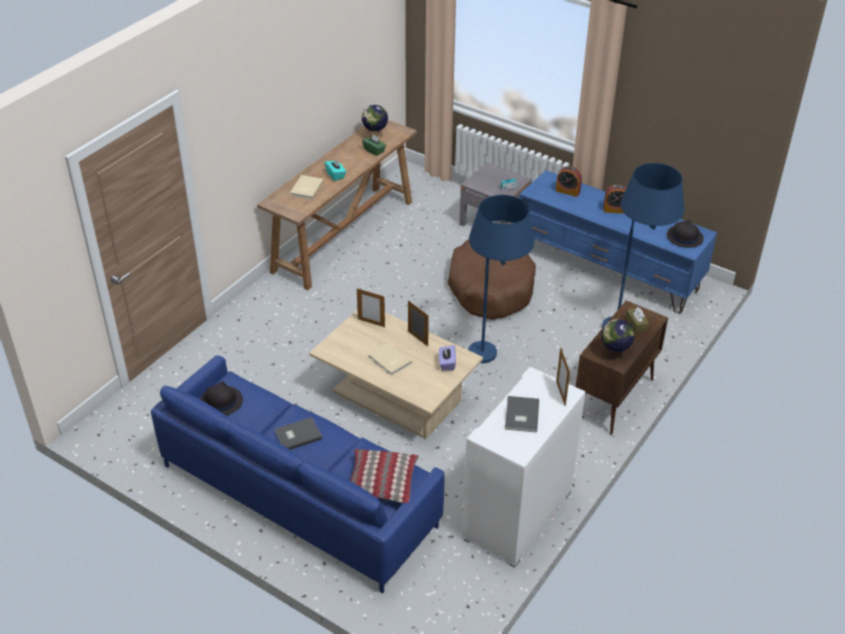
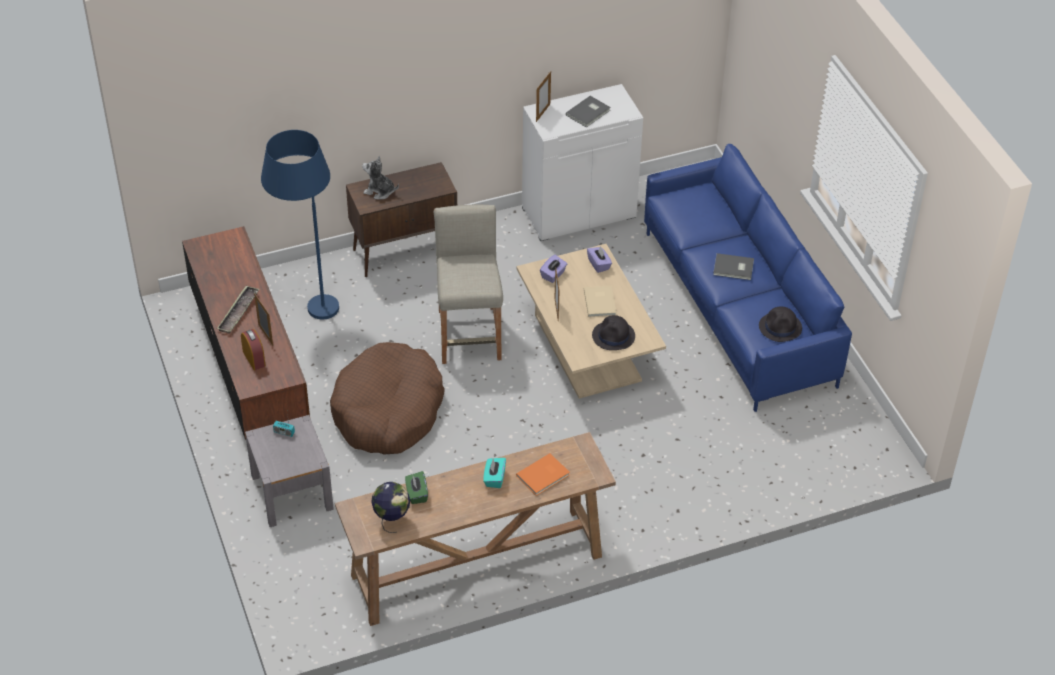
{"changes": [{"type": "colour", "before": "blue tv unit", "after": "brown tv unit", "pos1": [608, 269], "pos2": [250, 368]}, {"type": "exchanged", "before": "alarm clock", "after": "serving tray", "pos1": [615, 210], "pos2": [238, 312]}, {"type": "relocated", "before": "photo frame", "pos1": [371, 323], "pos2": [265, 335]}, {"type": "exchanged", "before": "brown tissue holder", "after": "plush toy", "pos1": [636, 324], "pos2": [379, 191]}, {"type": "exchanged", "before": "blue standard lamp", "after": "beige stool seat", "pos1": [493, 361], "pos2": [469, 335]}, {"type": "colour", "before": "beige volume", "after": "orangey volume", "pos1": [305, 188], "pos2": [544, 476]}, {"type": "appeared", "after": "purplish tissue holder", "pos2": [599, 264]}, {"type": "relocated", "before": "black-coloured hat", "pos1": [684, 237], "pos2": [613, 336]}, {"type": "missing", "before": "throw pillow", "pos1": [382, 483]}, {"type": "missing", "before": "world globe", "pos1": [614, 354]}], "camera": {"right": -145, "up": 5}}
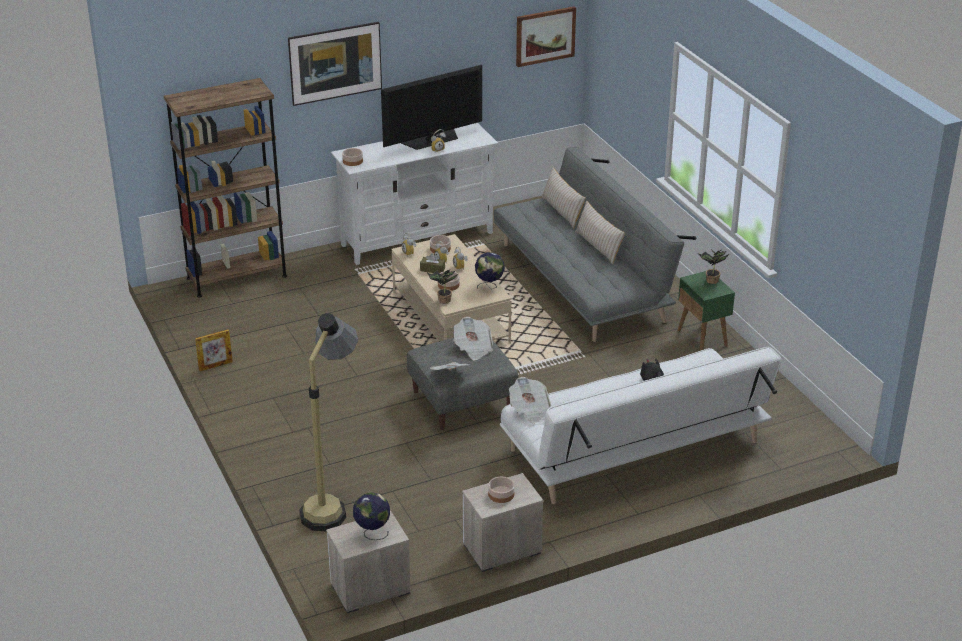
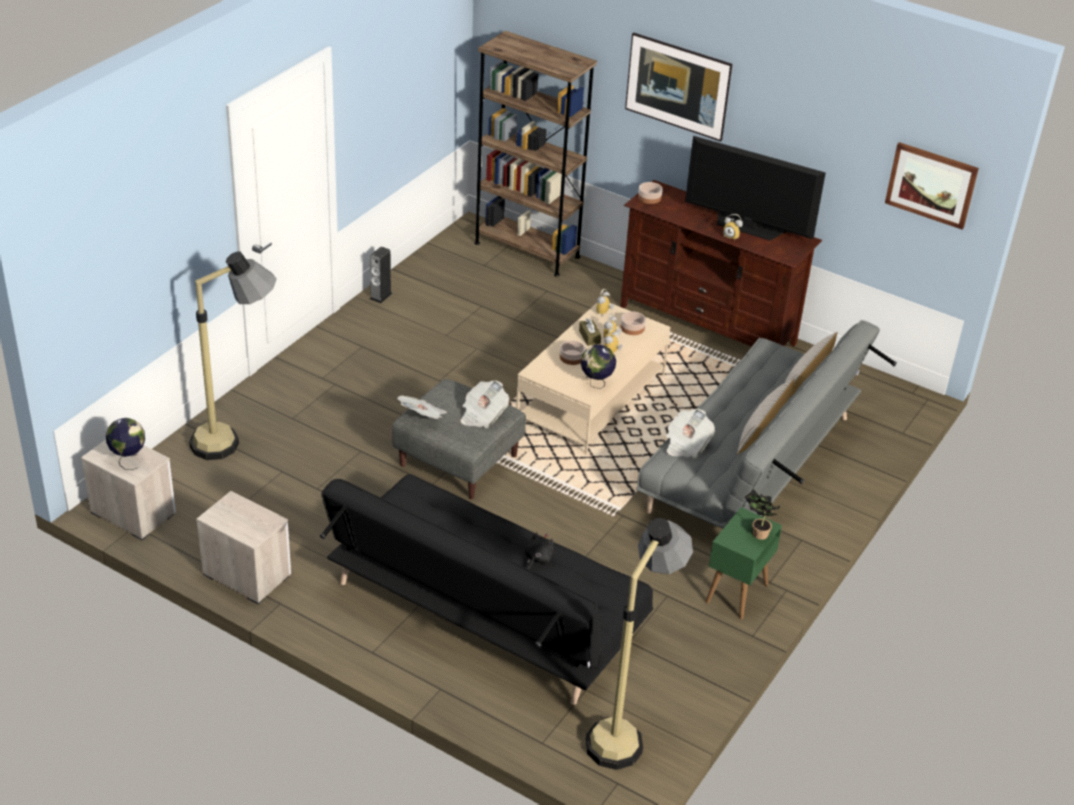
{"changes": [{"type": "colour", "before": "whitish couch", "after": "black-coloured couch", "pos1": [635, 447], "pos2": [485, 610]}, {"type": "exchanged", "before": "photo frame", "after": "audio speaker", "pos1": [215, 366], "pos2": [380, 296]}, {"type": "appeared", "after": "standard lamp", "pos2": [627, 728]}, {"type": "colour", "before": "whitish tv unit", "after": "brown tv unit", "pos1": [417, 238], "pos2": [708, 325]}, {"type": "relocated", "before": "daily paper", "pos1": [530, 410], "pos2": [686, 444]}, {"type": "missing", "before": "plant in a pot", "pos1": [443, 301]}, {"type": "missing", "before": "serving bowl", "pos1": [501, 494]}], "camera": {"right": 55, "up": 5}}
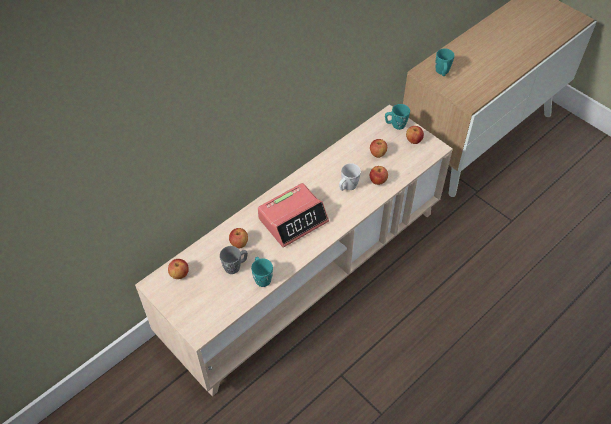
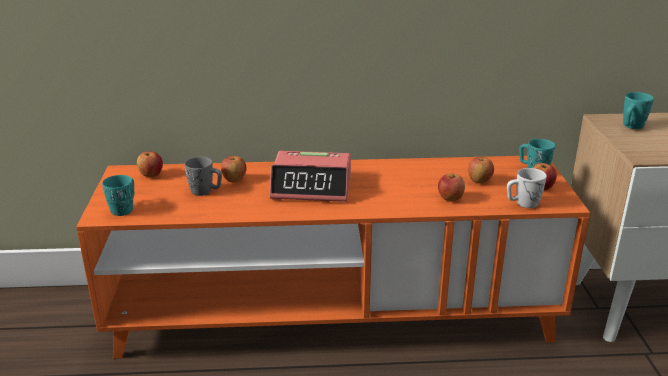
{"changes": [{"type": "colour", "before": "beige tv unit", "after": "orangey tv unit", "pos1": [305, 274], "pos2": [334, 316]}, {"type": "relocated", "before": "turquoise-coloured mug", "pos1": [262, 277], "pos2": [124, 208]}, {"type": "relocated", "before": "whitish mug", "pos1": [347, 187], "pos2": [522, 203]}], "camera": {"right": 40, "up": -25}}
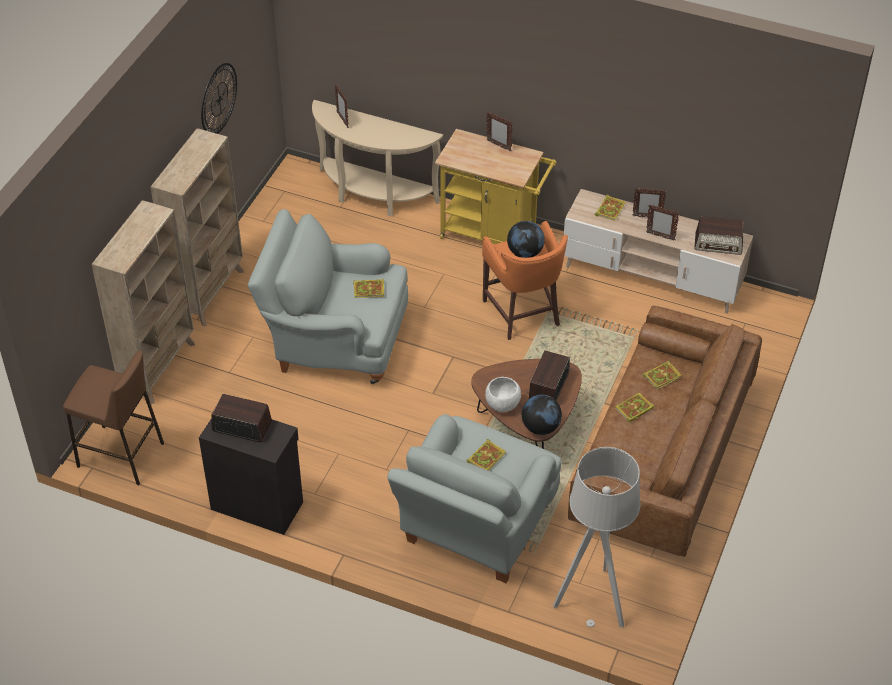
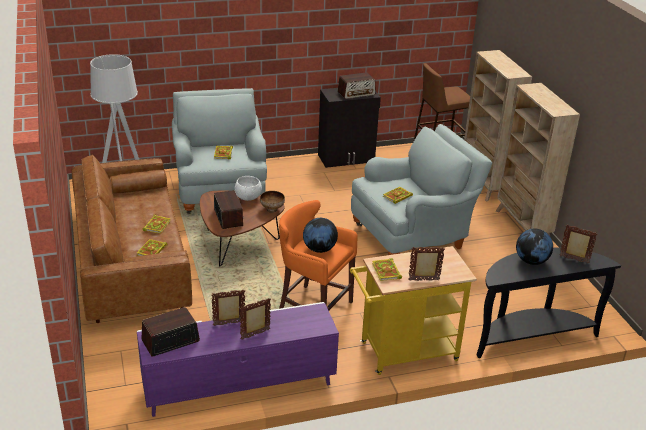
{"changes": [{"type": "colour", "before": "beige tv unit", "after": "purplish tv unit", "pos1": [652, 276], "pos2": [239, 385]}, {"type": "appeared", "after": "serving bowl", "pos2": [272, 209]}, {"type": "relocated", "before": "volume", "pos1": [610, 209], "pos2": [387, 272]}, {"type": "colour", "before": "beige narrow table", "after": "black-coloured narrow table", "pos1": [372, 195], "pos2": [530, 336]}, {"type": "relocated", "before": "world globe", "pos1": [540, 427], "pos2": [531, 261]}, {"type": "missing", "before": "clock on the wall", "pos1": [219, 99]}], "camera": {"right": 140, "up": -15}}
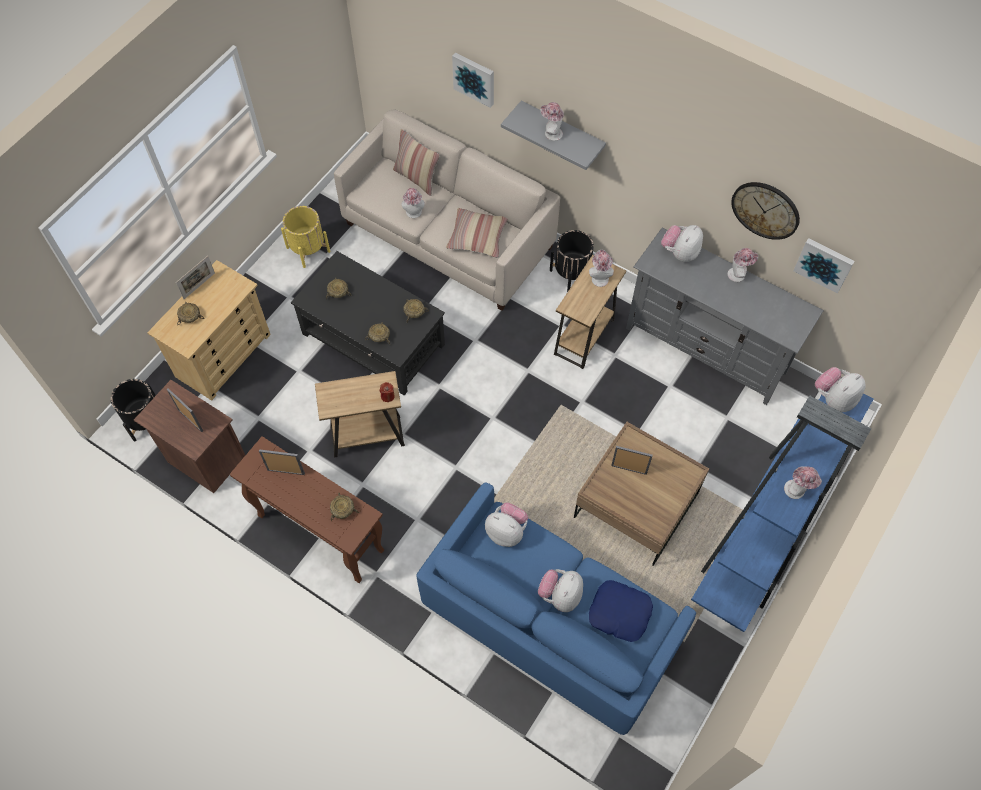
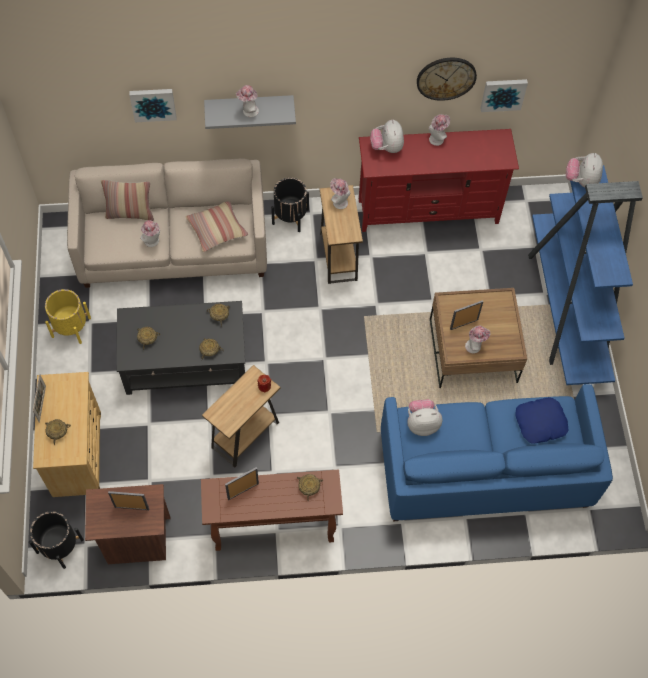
{"changes": [{"type": "colour", "before": "gray tv unit", "after": "reddish tv unit", "pos1": [706, 349], "pos2": [428, 210]}, {"type": "relocated", "before": "hat", "pos1": [797, 490], "pos2": [475, 346]}, {"type": "missing", "before": "plush toy", "pos1": [560, 595]}], "camera": {"right": -40, "up": 0}}
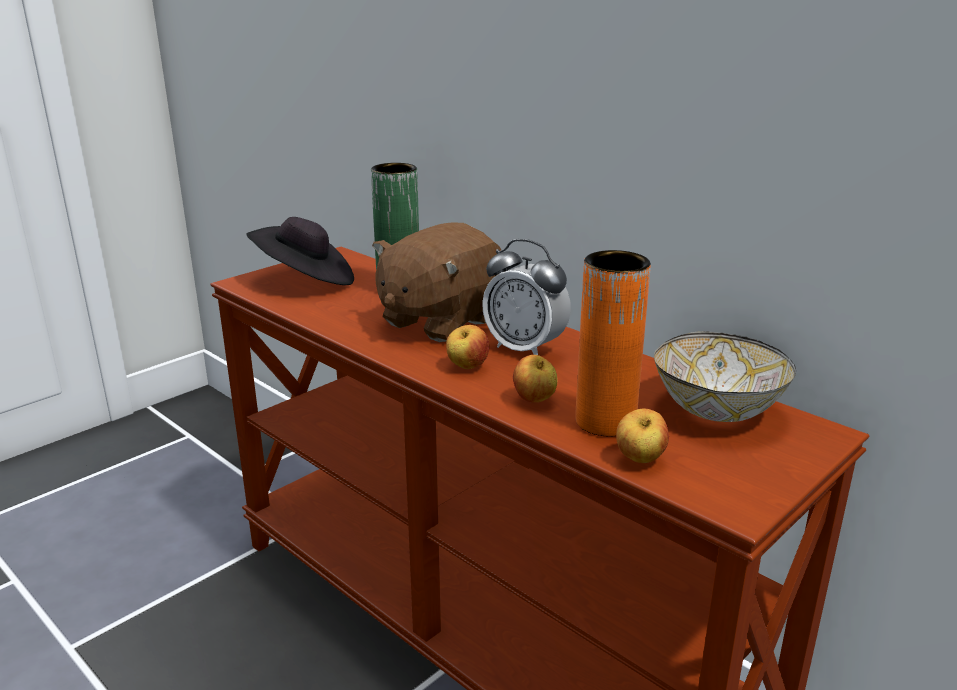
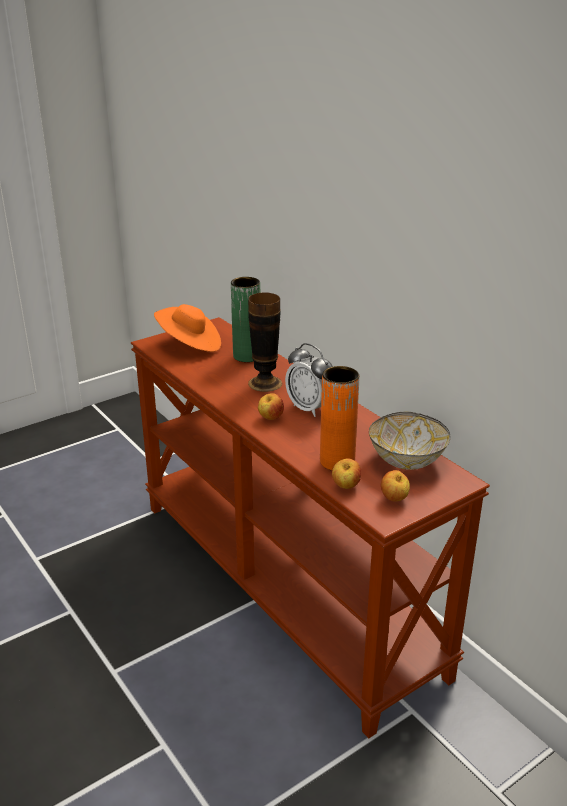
{"changes": [{"type": "colour", "before": "black-coloured hat", "after": "orangey hat", "pos1": [305, 280], "pos2": [189, 344]}, {"type": "exchanged", "before": "brown plush toy", "after": "flower vase", "pos1": [439, 320], "pos2": [265, 383]}, {"type": "relocated", "before": "apple", "pos1": [535, 400], "pos2": [394, 499]}], "camera": {"right": 10, "up": 5}}
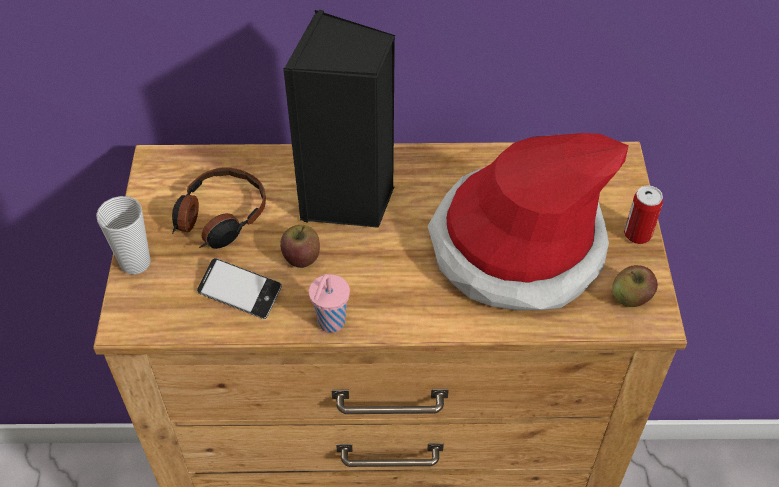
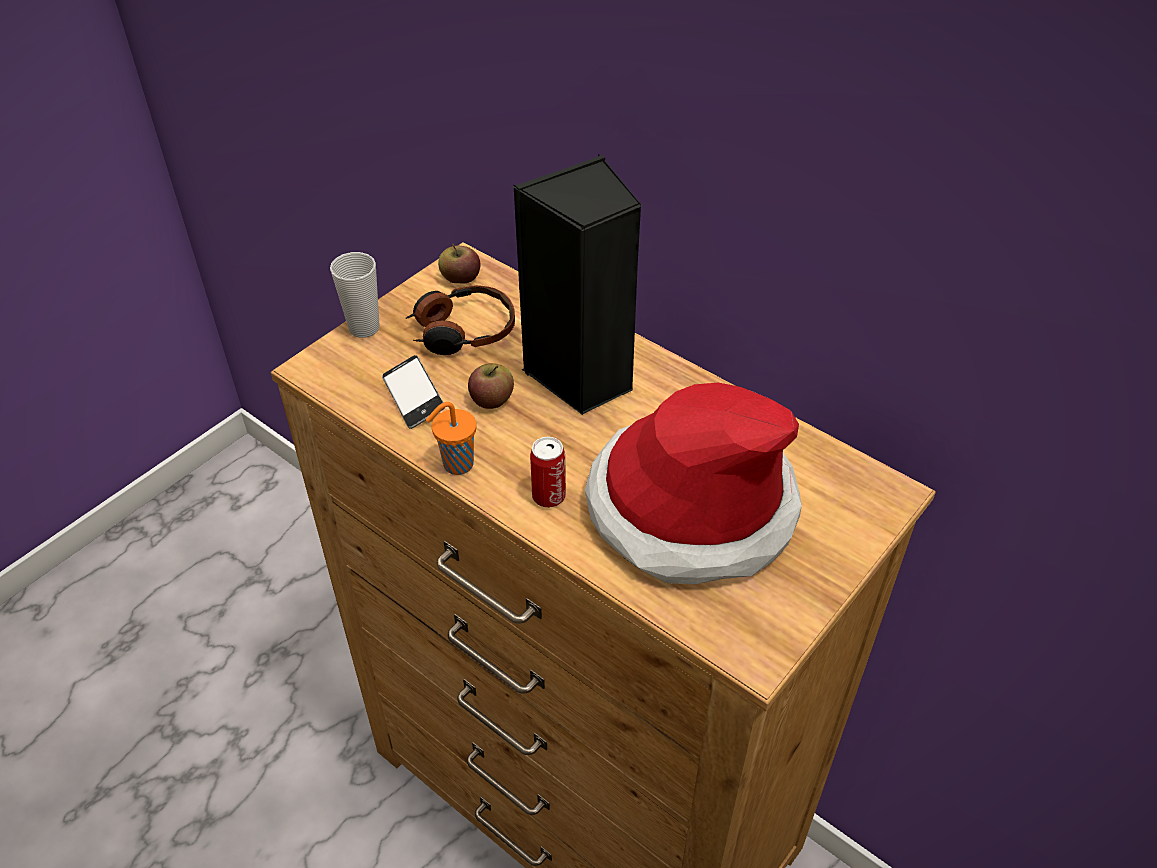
{"changes": [{"type": "colour", "before": "pinkish cup", "after": "orangey cup", "pos1": [330, 323], "pos2": [456, 465]}, {"type": "relocated", "before": "apple", "pos1": [631, 297], "pos2": [460, 278]}, {"type": "relocated", "before": "sealed can", "pos1": [637, 234], "pos2": [548, 496]}], "camera": {"right": 40, "up": -5}}
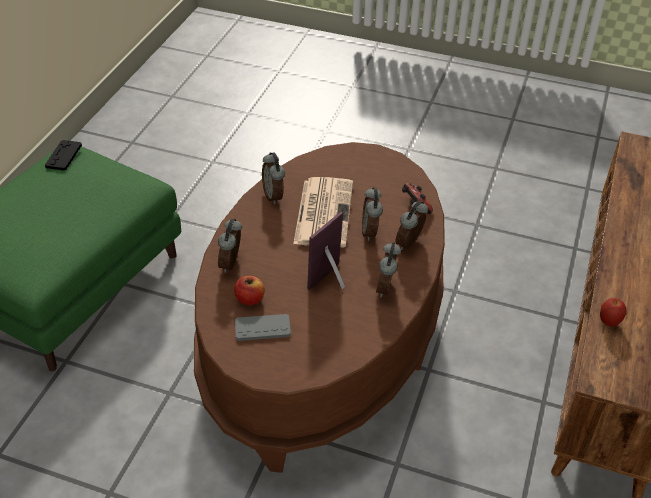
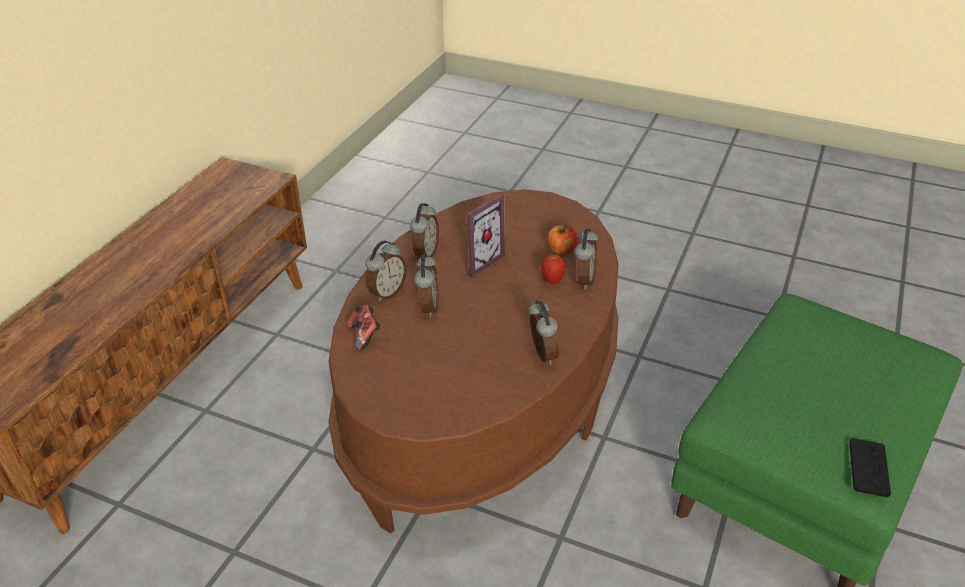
{"changes": [{"type": "relocated", "before": "apple", "pos1": [608, 322], "pos2": [552, 281]}, {"type": "missing", "before": "gray game controller", "pos1": [262, 328]}, {"type": "missing", "before": "daily paper", "pos1": [323, 212]}], "camera": {"right": -175, "up": -5}}
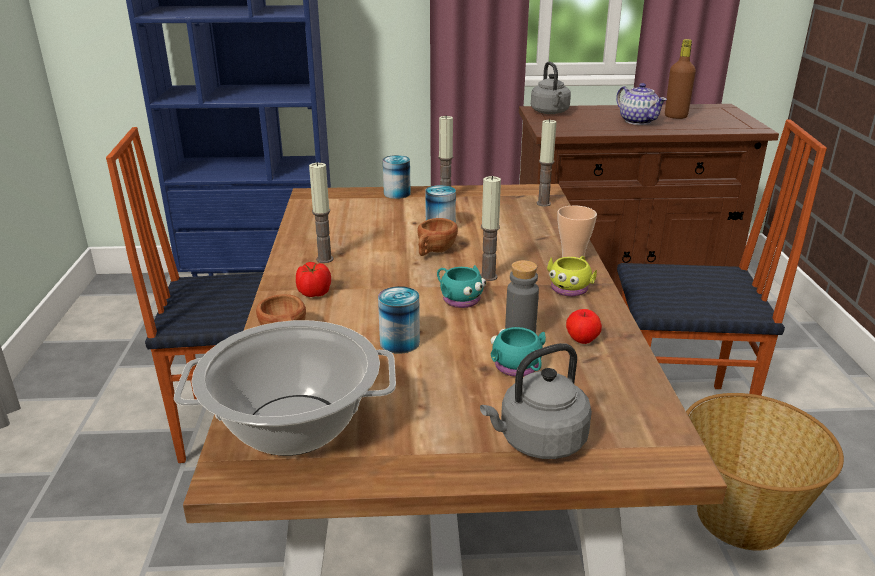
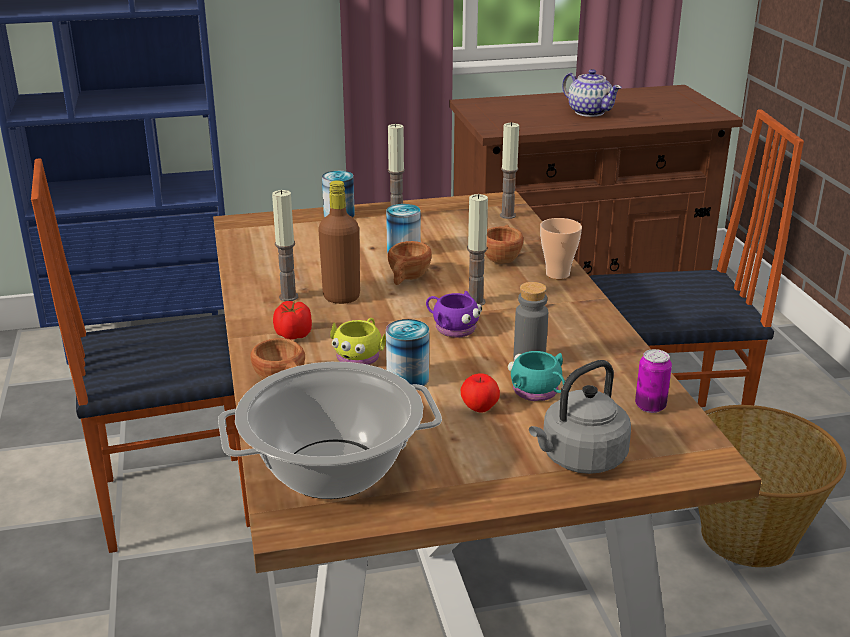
{"changes": [{"type": "relocated", "before": "brown beverage bottle", "pos1": [675, 116], "pos2": [341, 297]}, {"type": "relocated", "before": "yellow mug", "pos1": [571, 287], "pos2": [360, 355]}, {"type": "colour", "before": "turquoise-coloured mug", "after": "purplish mug", "pos1": [458, 298], "pos2": [452, 328]}, {"type": "relocated", "before": "apple", "pos1": [582, 339], "pos2": [479, 407]}, {"type": "appeared", "after": "brown cup", "pos2": [502, 258]}, {"type": "appeared", "after": "sealed can", "pos2": [650, 406]}, {"type": "missing", "before": "gray kettle", "pos1": [550, 112]}], "camera": {"right": -10, "up": 0}}
